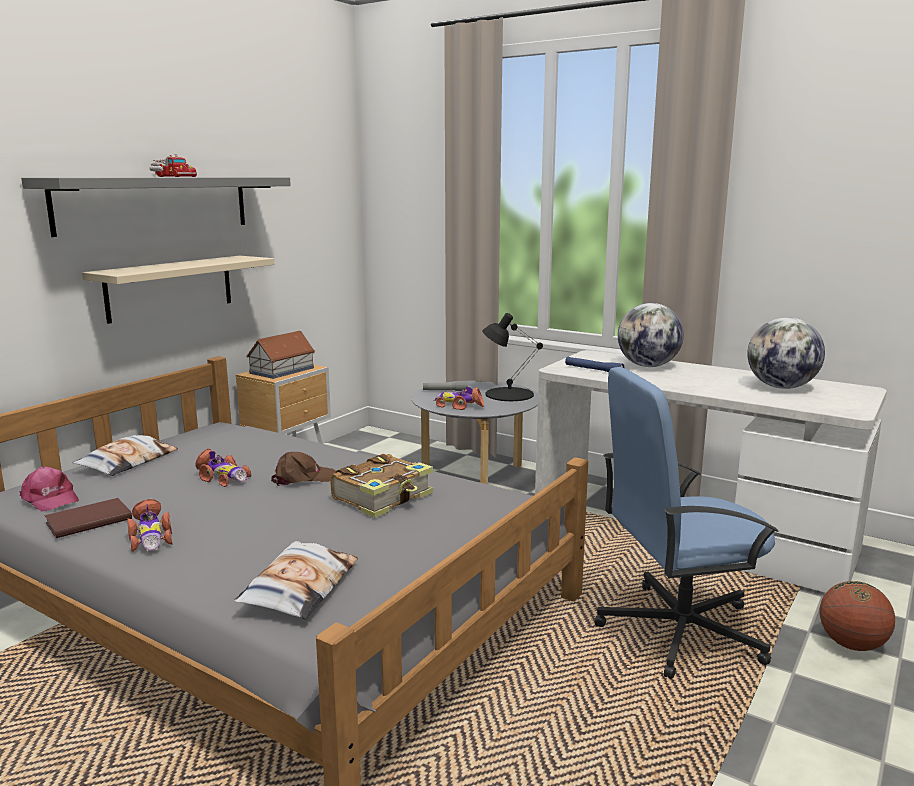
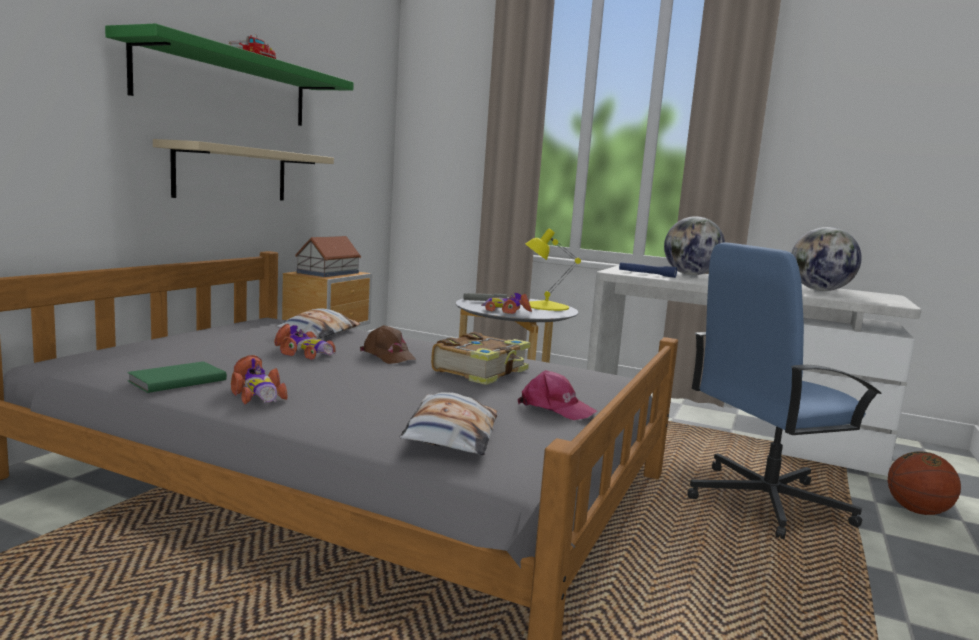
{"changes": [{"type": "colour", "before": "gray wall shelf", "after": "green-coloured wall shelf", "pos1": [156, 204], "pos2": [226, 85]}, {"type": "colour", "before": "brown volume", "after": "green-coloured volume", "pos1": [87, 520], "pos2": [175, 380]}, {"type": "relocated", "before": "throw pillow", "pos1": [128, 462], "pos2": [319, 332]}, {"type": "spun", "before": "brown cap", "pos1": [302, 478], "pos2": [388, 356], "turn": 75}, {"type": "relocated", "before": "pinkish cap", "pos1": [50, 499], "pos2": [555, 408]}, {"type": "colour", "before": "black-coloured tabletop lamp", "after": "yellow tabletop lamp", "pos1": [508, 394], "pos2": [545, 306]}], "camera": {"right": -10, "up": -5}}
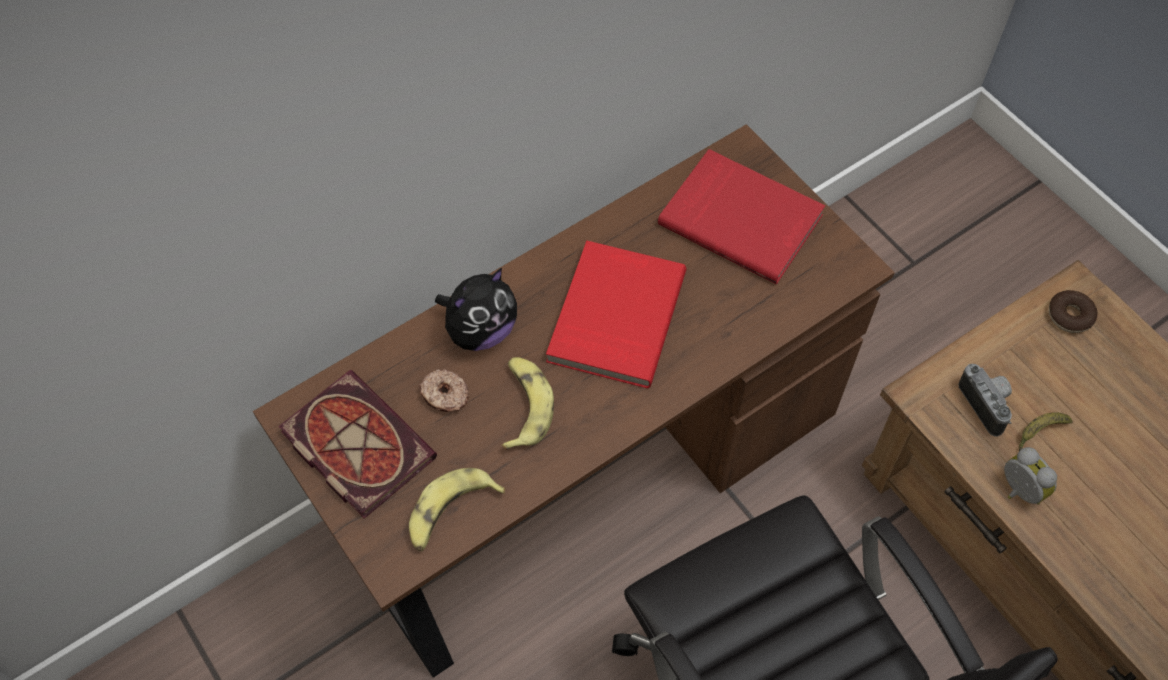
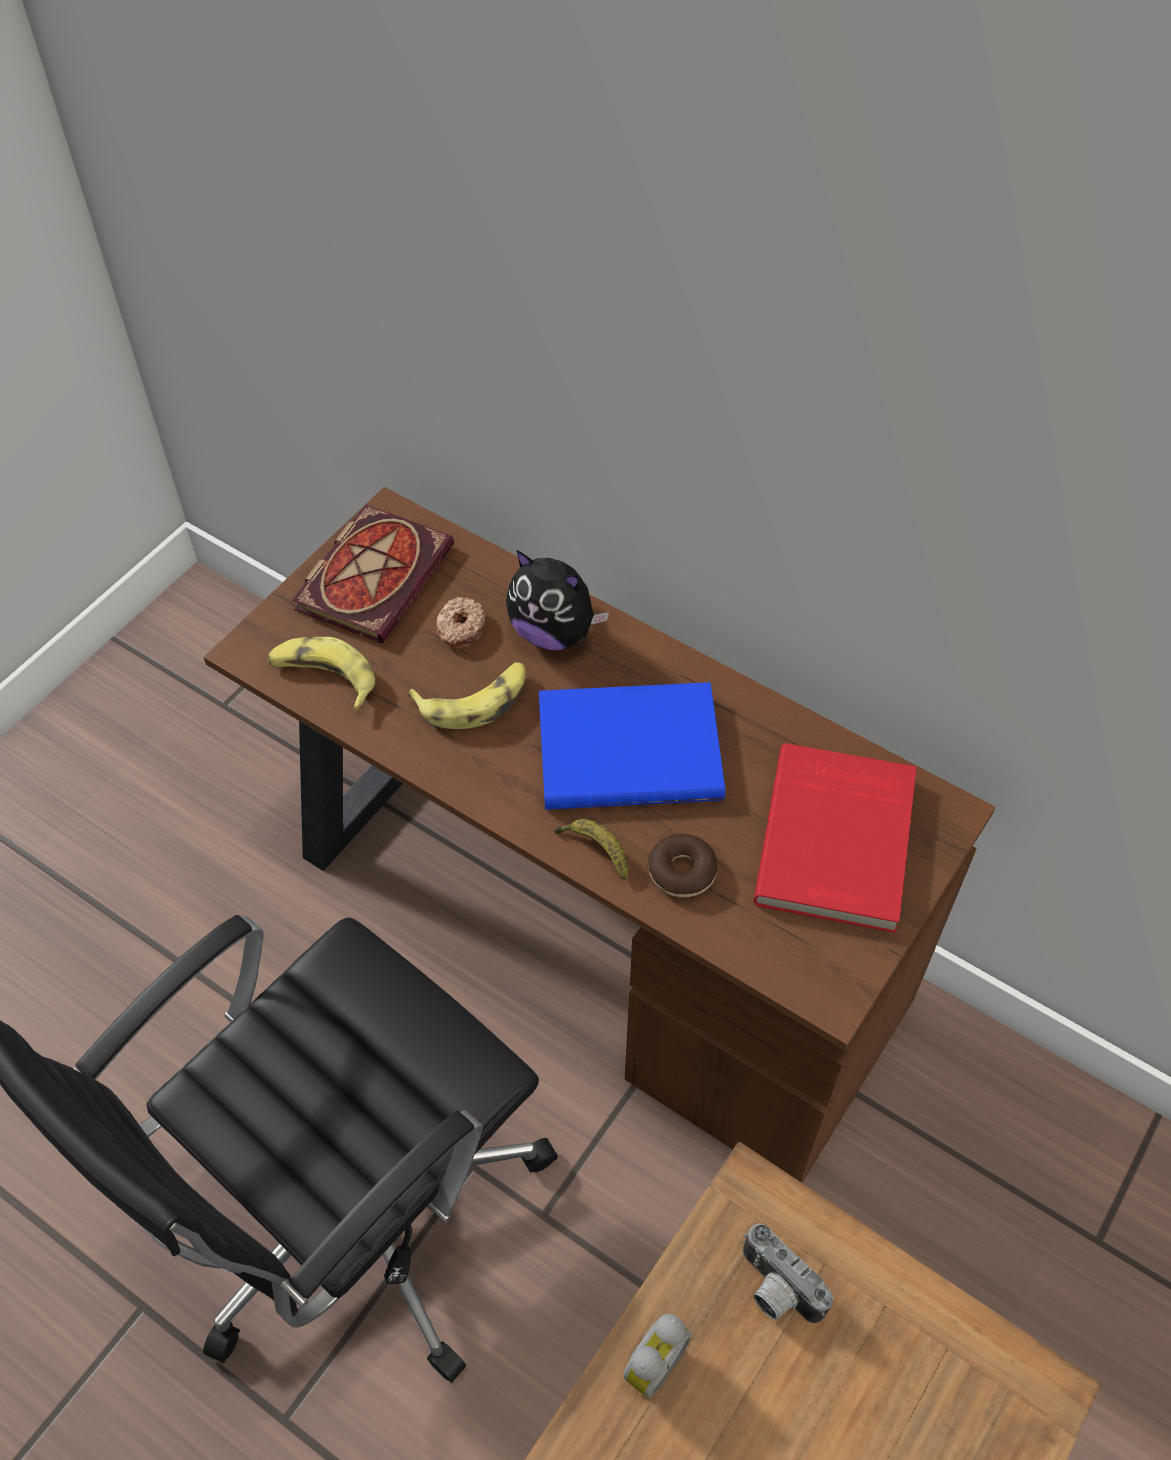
{"changes": [{"type": "colour", "before": "reddish volume", "after": "blue volume", "pos1": [613, 316], "pos2": [629, 748]}, {"type": "relocated", "before": "banana", "pos1": [1039, 433], "pos2": [595, 850]}, {"type": "relocated", "before": "doughnut", "pos1": [1069, 316], "pos2": [682, 871]}, {"type": "spun", "before": "photo camera", "pos1": [987, 404], "pos2": [774, 1290], "turn": 90}], "camera": {"right": 70, "up": -5}}
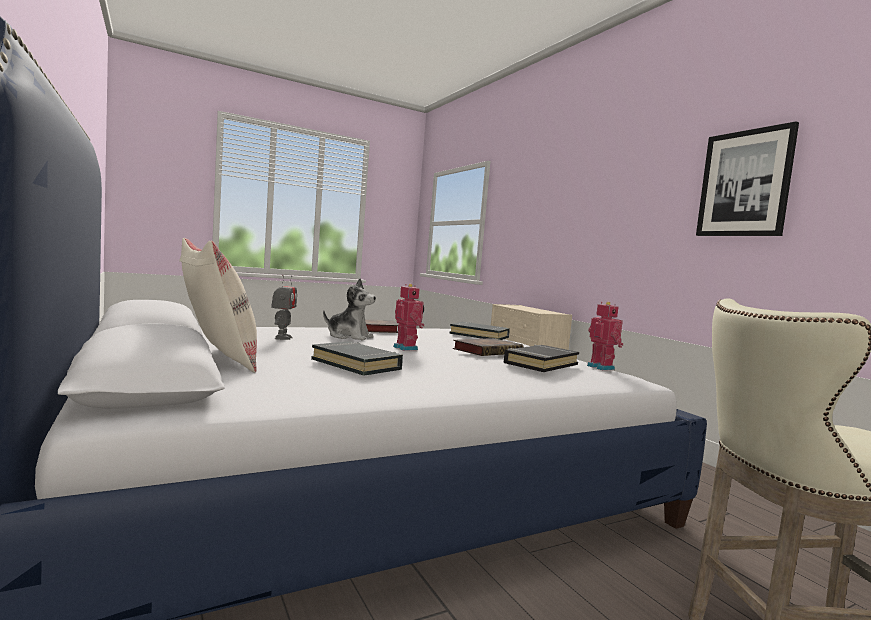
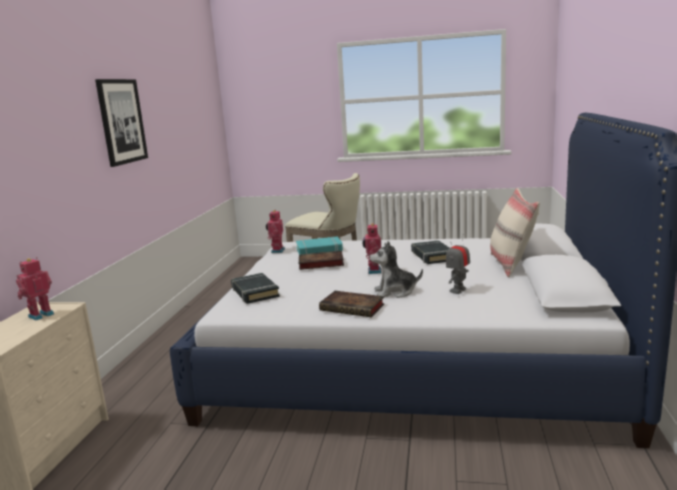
{"changes": [{"type": "appeared", "after": "robot figure", "pos2": [40, 315]}, {"type": "colour", "before": "black-coloured volume", "after": "turquoise-coloured volume", "pos1": [540, 364], "pos2": [319, 250]}, {"type": "spun", "before": "plush toy", "pos1": [349, 336], "pos2": [395, 292], "turn": -60}], "camera": {"right": -140, "up": 10}}
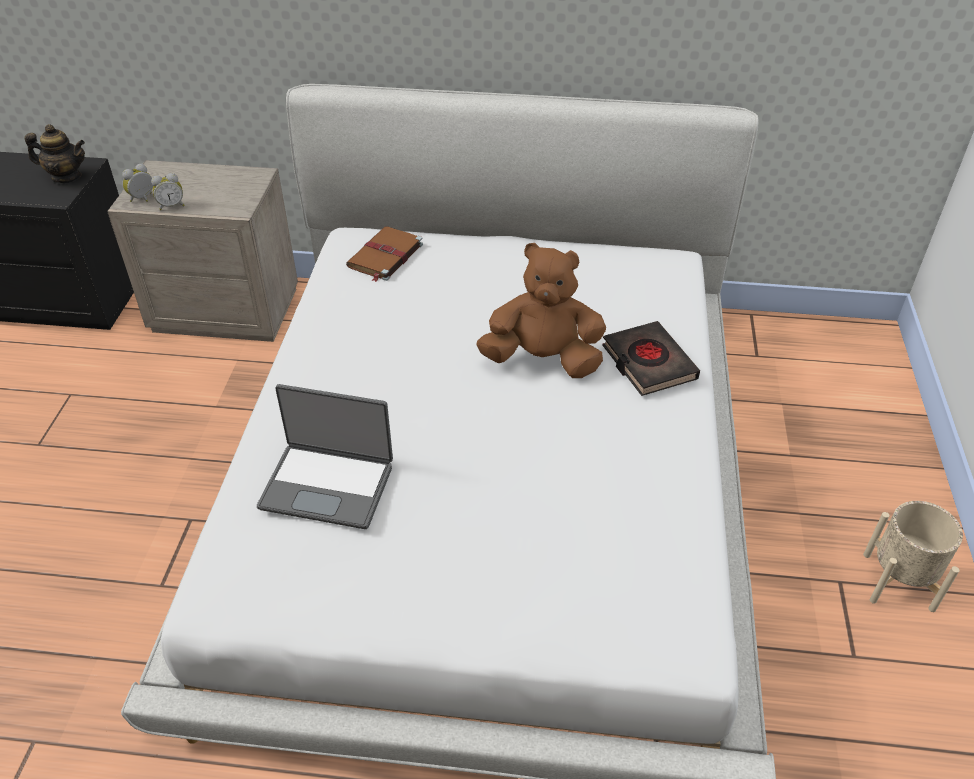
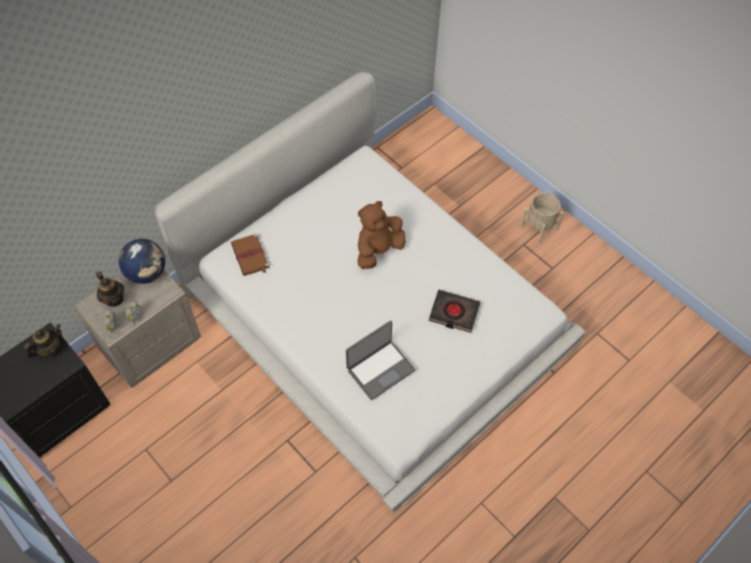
{"changes": [{"type": "appeared", "after": "teapot", "pos2": [114, 299]}, {"type": "appeared", "after": "world globe", "pos2": [147, 273]}, {"type": "relocated", "before": "black-coloured volume", "pos1": [648, 363], "pos2": [454, 313]}], "camera": {"right": -50, "up": 15}}
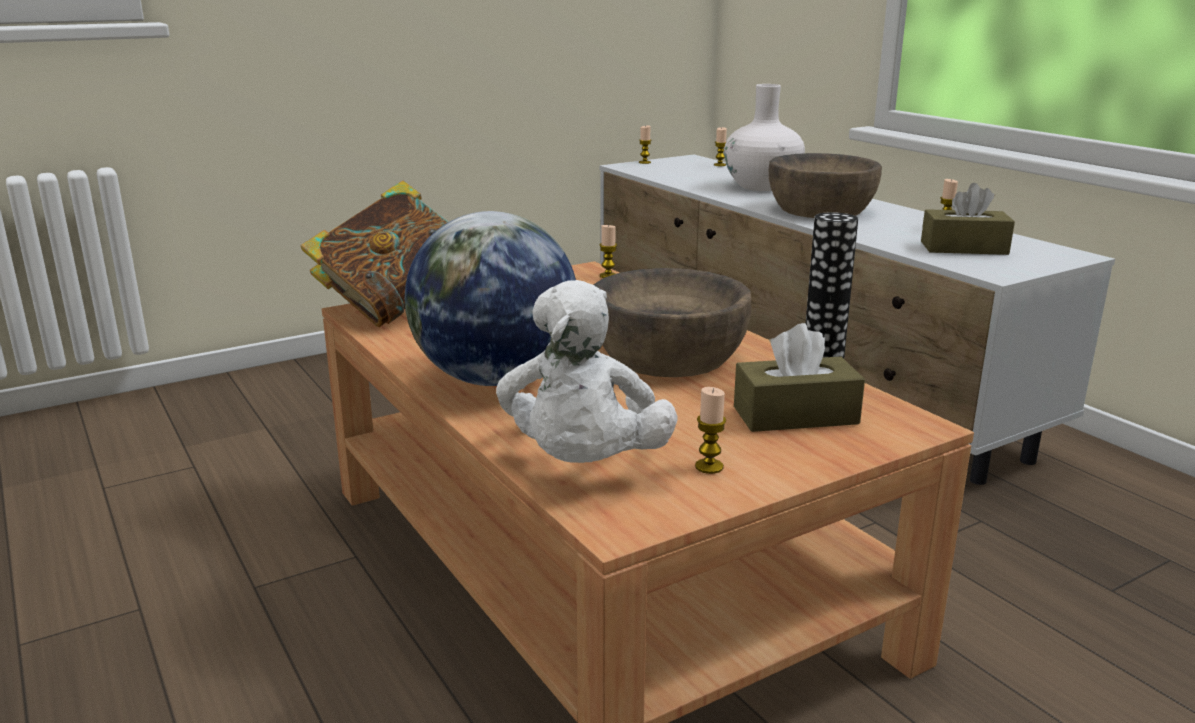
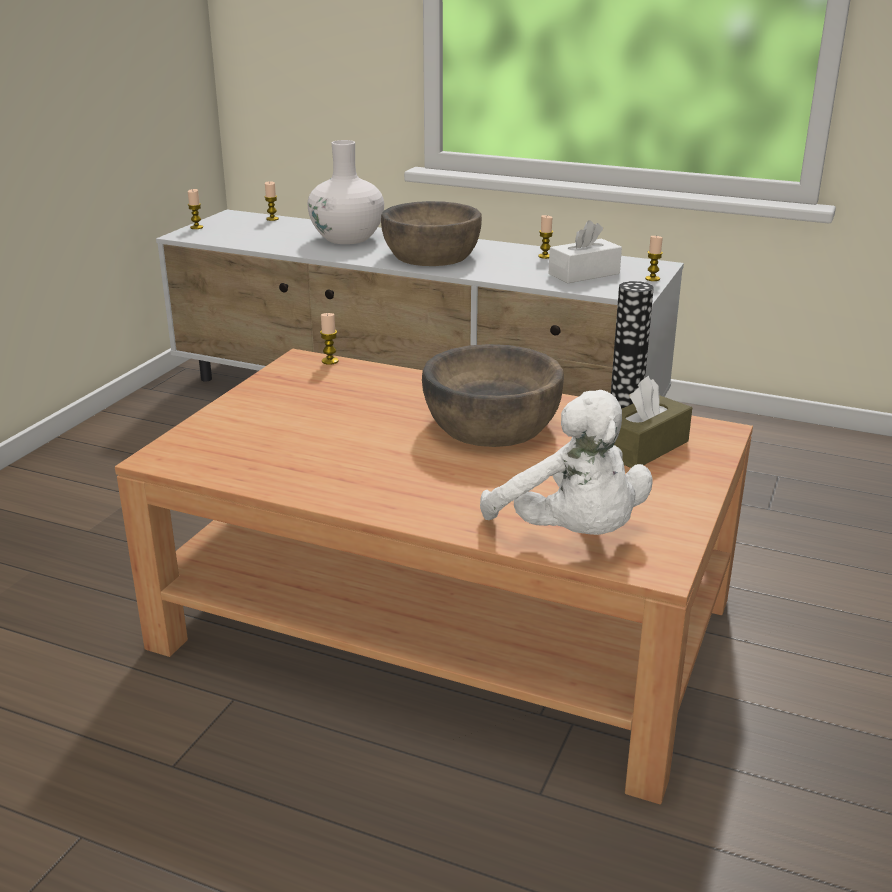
{"changes": [{"type": "colour", "before": "brown tissue holder", "after": "whitish tissue holder", "pos1": [964, 248], "pos2": [584, 274]}, {"type": "relocated", "before": "wax light", "pos1": [709, 467], "pos2": [652, 279]}, {"type": "missing", "before": "volume", "pos1": [396, 307]}, {"type": "missing", "before": "world globe", "pos1": [494, 379]}], "camera": {"right": -35, "up": 5}}
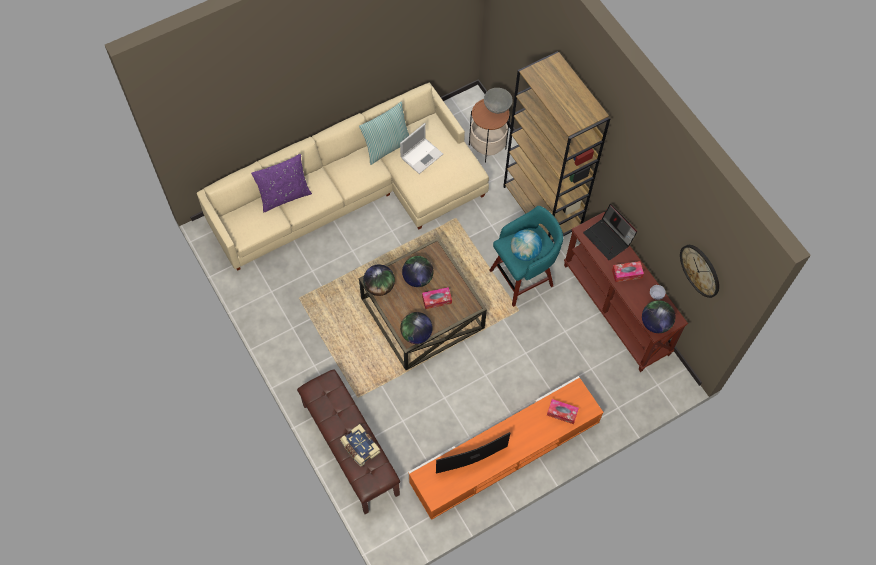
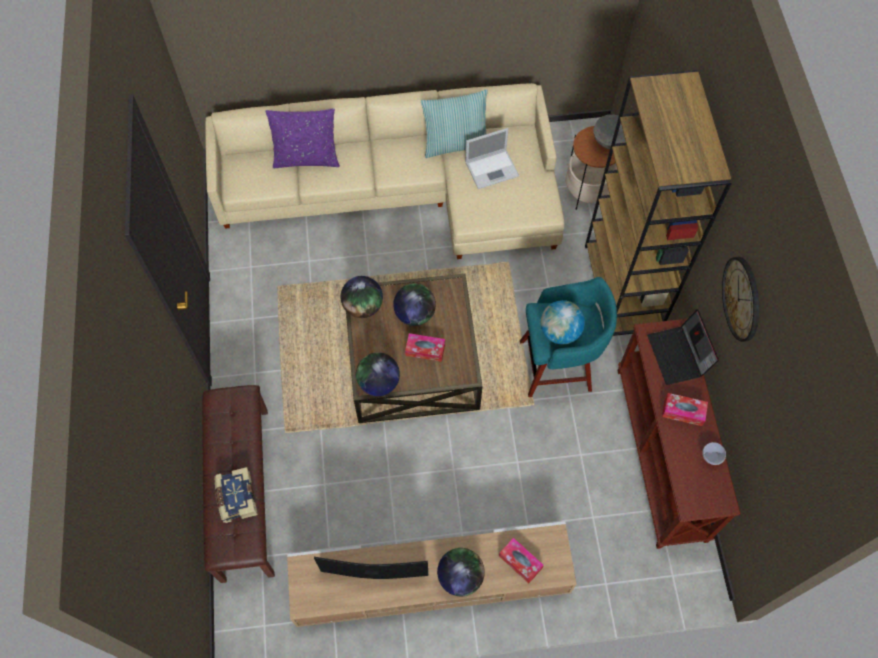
{"changes": [{"type": "colour", "before": "orangey tv unit", "after": "beige tv unit", "pos1": [504, 452], "pos2": [430, 579]}, {"type": "relocated", "before": "world globe", "pos1": [655, 323], "pos2": [460, 576]}, {"type": "relocated", "before": "clock on the wall", "pos1": [700, 270], "pos2": [742, 299]}], "camera": {"right": 25, "up": 0}}
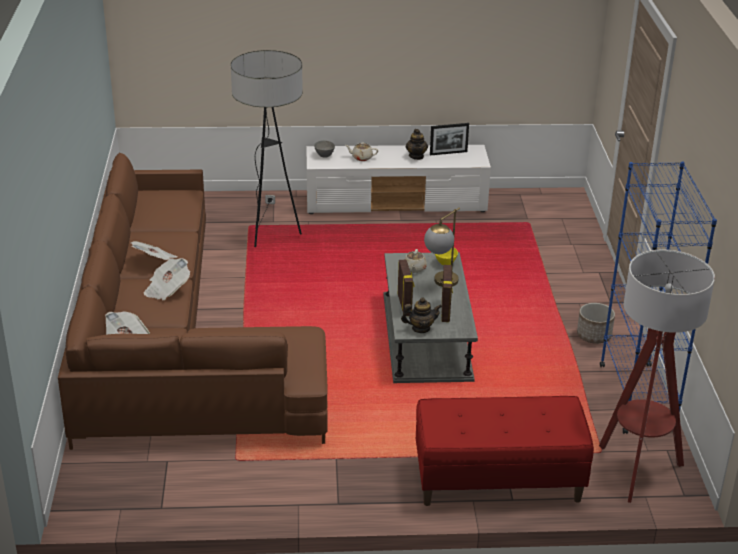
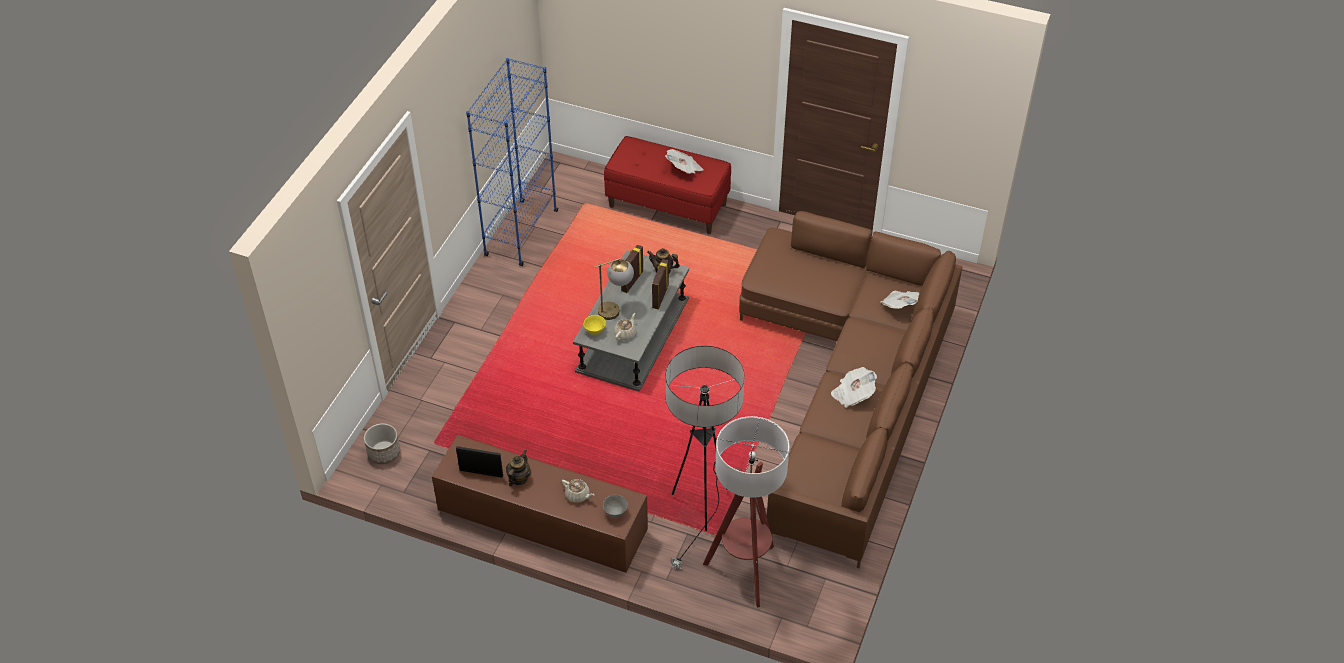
{"changes": [{"type": "relocated", "before": "flower pot", "pos1": [593, 335], "pos2": [384, 453]}, {"type": "colour", "before": "whitish tv unit", "after": "brown tv unit", "pos1": [397, 202], "pos2": [541, 521]}, {"type": "relocated", "before": "daily paper", "pos1": [167, 290], "pos2": [684, 169]}, {"type": "relocated", "before": "standard lamp", "pos1": [637, 470], "pos2": [744, 572]}], "camera": {"right": -155, "up": 15}}
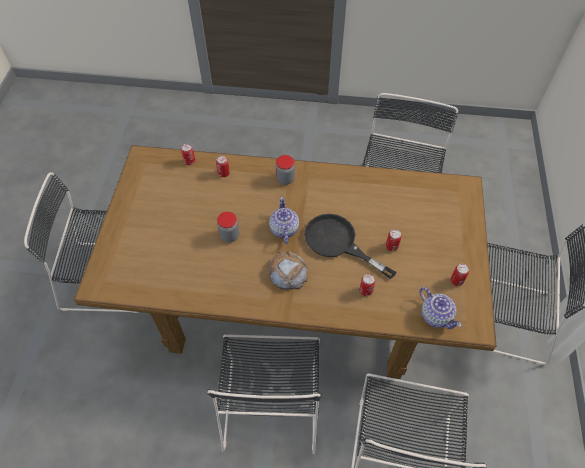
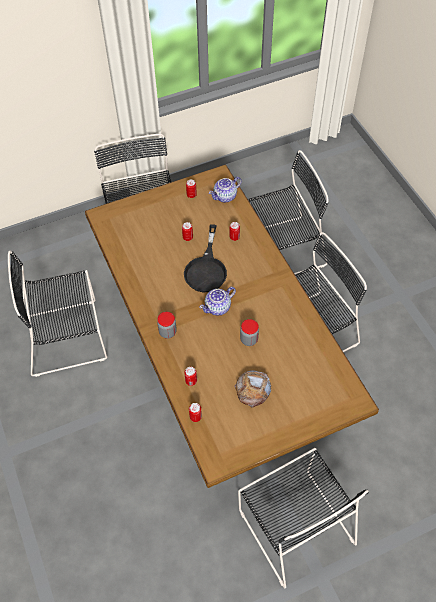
{"changes": [{"type": "spun", "before": "teapot", "pos1": [436, 315], "pos2": [225, 196], "turn": -150}, {"type": "relocated", "before": "bakery bread", "pos1": [287, 272], "pos2": [253, 389]}], "camera": {"right": -120, "up": 0}}
